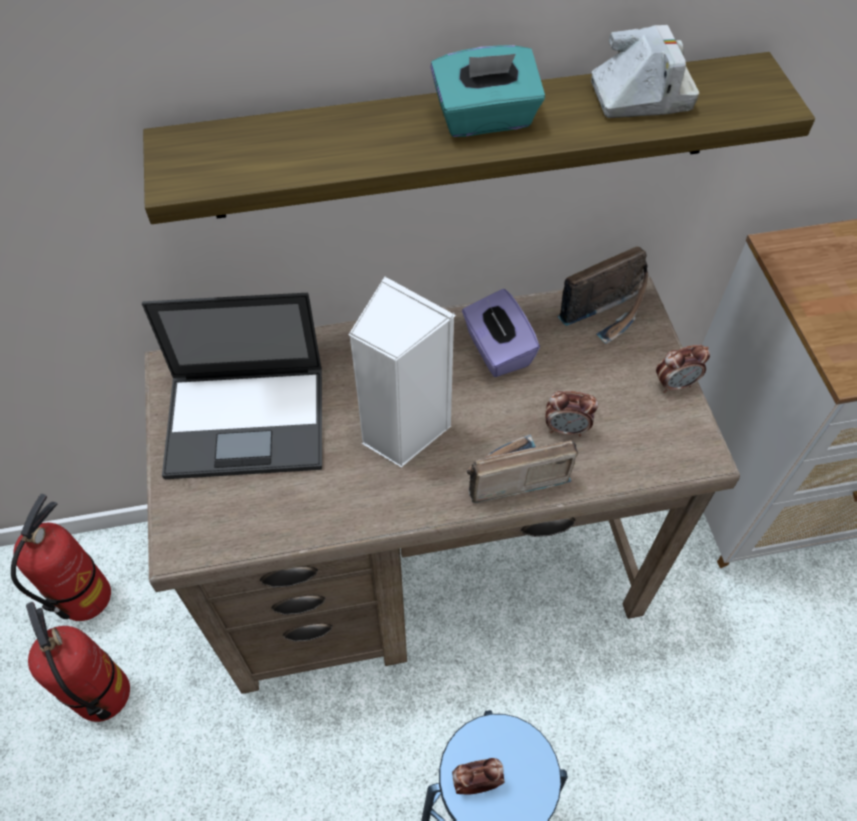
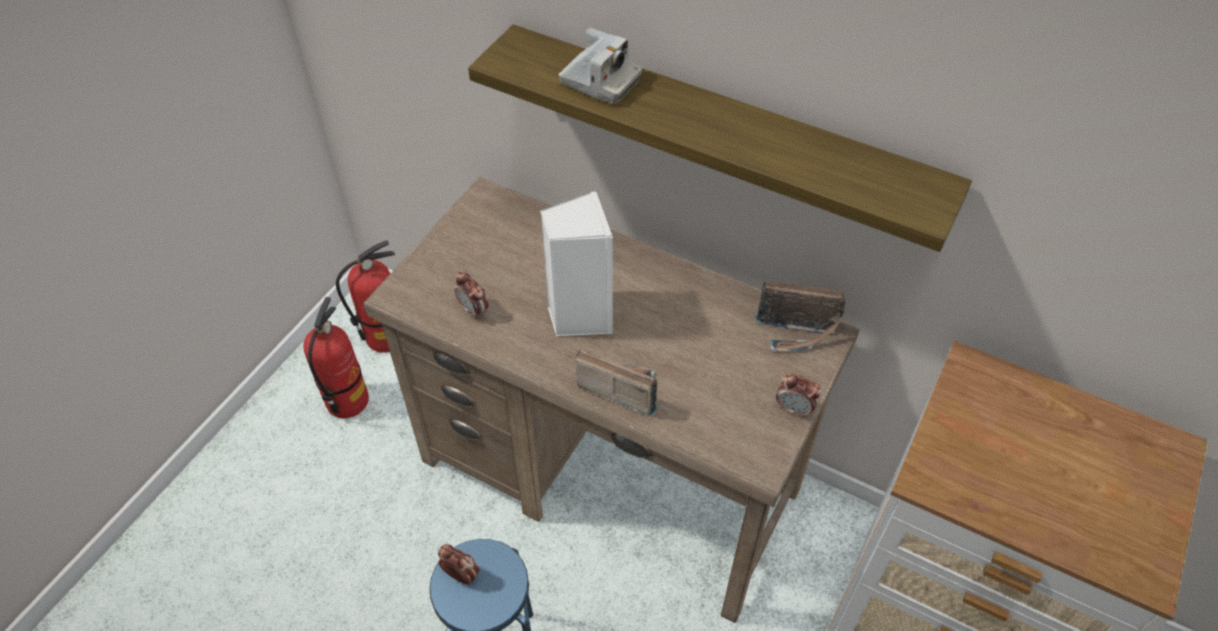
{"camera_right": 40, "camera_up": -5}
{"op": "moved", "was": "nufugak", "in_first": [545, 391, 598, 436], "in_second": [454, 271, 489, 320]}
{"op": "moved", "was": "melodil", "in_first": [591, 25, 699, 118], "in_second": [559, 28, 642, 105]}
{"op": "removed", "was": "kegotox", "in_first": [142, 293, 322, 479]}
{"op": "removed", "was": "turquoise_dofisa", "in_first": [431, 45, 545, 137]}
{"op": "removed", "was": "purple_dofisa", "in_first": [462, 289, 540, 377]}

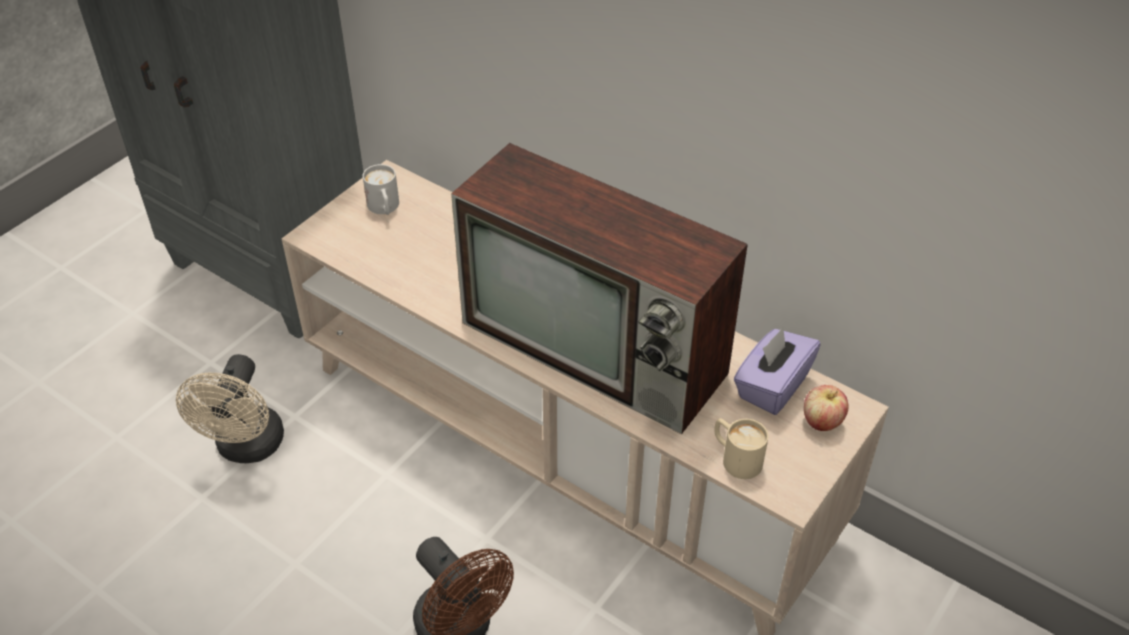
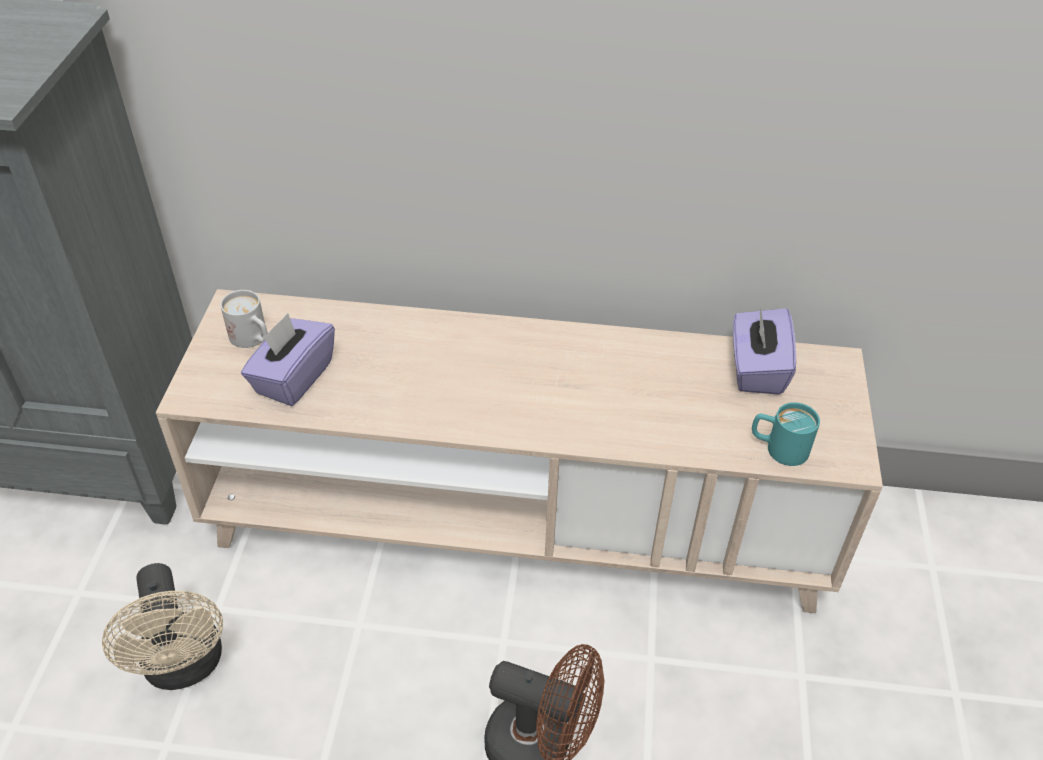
{"camera_right": -30, "camera_up": 0}
{"op": "added", "now": "purple_dofisa", "in_second": [241, 313, 335, 406]}
{"op": "recoloured", "was": "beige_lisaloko", "now": "turquoise_lisaloko", "in_first": [714, 418, 769, 479], "in_second": [752, 402, 820, 466]}
{"op": "removed", "was": "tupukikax", "in_first": [451, 143, 748, 434]}
{"op": "removed", "was": "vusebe", "in_first": [804, 385, 849, 431]}

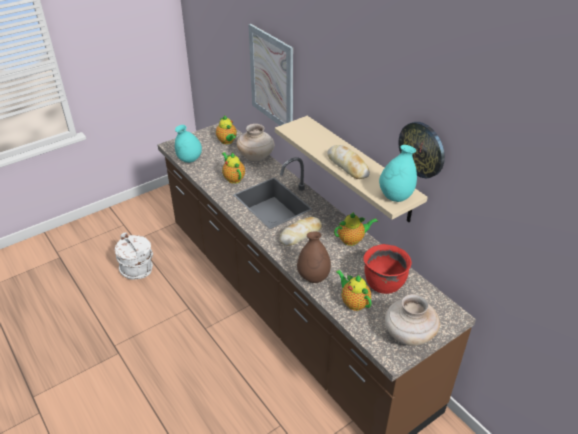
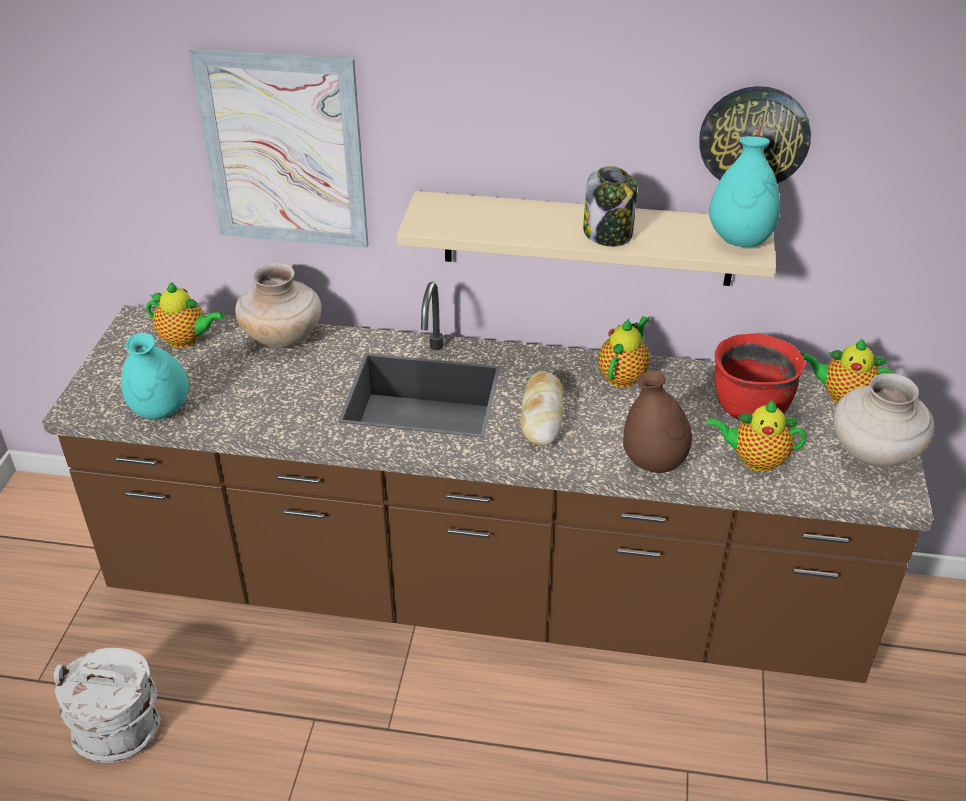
{"camera_right": -45, "camera_up": 0}
{"op": "replaced", "was": "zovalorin", "now": "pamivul", "in_first": [327, 145, 370, 179], "in_second": [583, 166, 637, 246]}
{"op": "moved", "was": "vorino", "in_first": [222, 152, 245, 184], "in_second": [801, 338, 892, 404]}

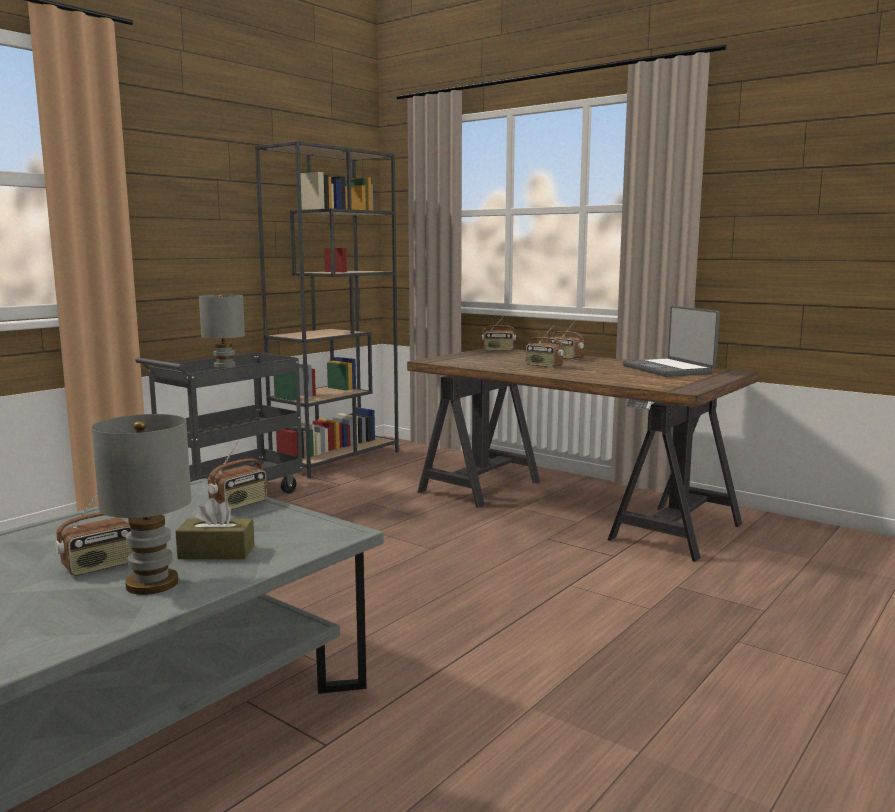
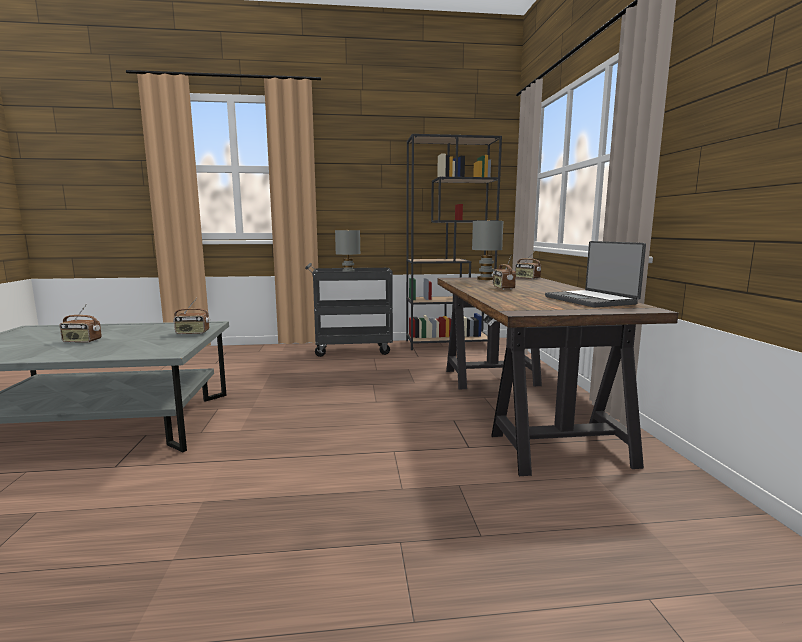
{"camera_right": 45, "camera_up": 0}
{"op": "moved", "was": "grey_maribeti", "in_first": [91, 414, 192, 595], "in_second": [472, 220, 503, 280]}
{"op": "turned", "was": "kegotox", "in_first": [623, 306, 720, 377], "in_second": [545, 241, 646, 308], "clockwise": -45}
{"op": "removed", "was": "brown_dofisa", "in_first": [175, 498, 255, 559]}
{"op": "removed", "was": "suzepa", "in_first": [550, 320, 584, 360]}

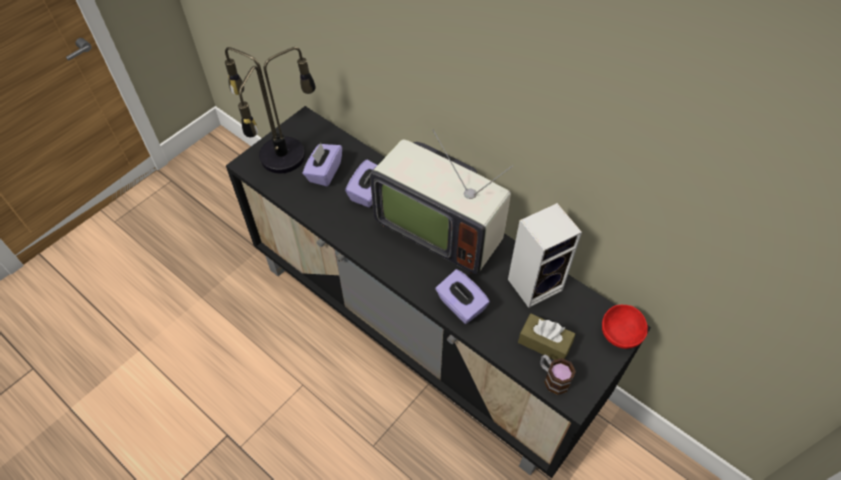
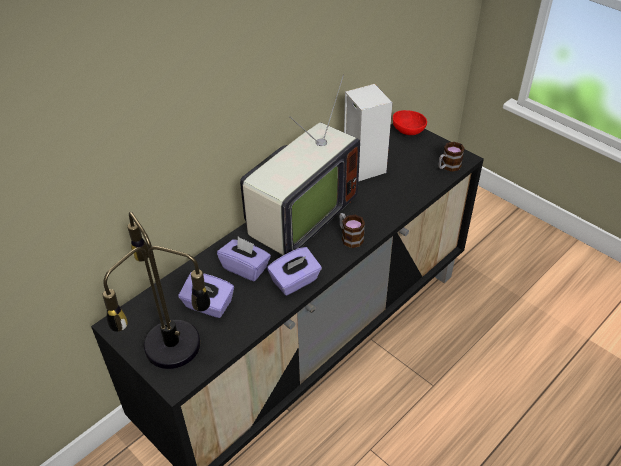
{"camera_right": -85, "camera_up": -10}
{"op": "moved", "was": "purple_dofisa", "in_first": [435, 269, 490, 324], "in_second": [267, 247, 322, 295]}
{"op": "added", "now": "lisaloko", "in_second": [339, 213, 365, 248]}
{"op": "removed", "was": "brown_dofisa", "in_first": [518, 313, 575, 360]}

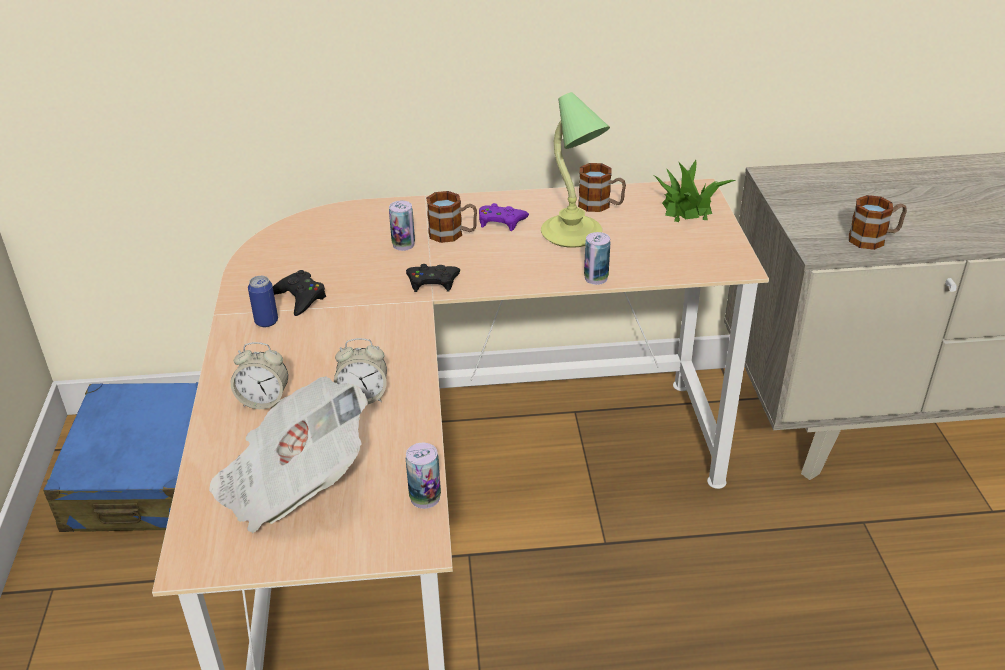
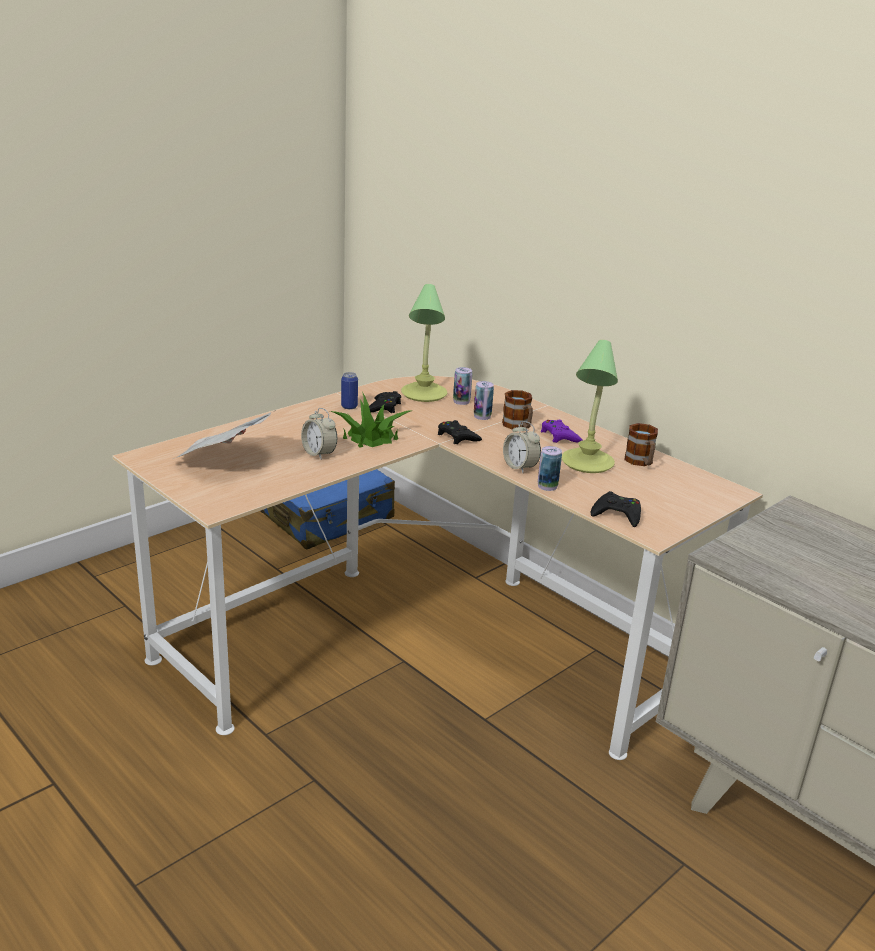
{"camera_right": 50, "camera_up": -10}
{"op": "moved", "was": "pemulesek", "in_first": [652, 160, 736, 222], "in_second": [330, 392, 413, 448]}
{"op": "added", "now": "maribeti", "in_second": [401, 284, 447, 402]}
{"op": "moved", "was": "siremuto", "in_first": [406, 443, 441, 509], "in_second": [453, 367, 472, 405]}
{"op": "moved", "was": "nufugak", "in_first": [231, 342, 288, 409], "in_second": [503, 421, 541, 473]}
{"op": "added", "now": "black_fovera", "in_second": [590, 491, 641, 527]}
{"op": "removed", "was": "lisaloko", "in_first": [849, 195, 907, 250]}

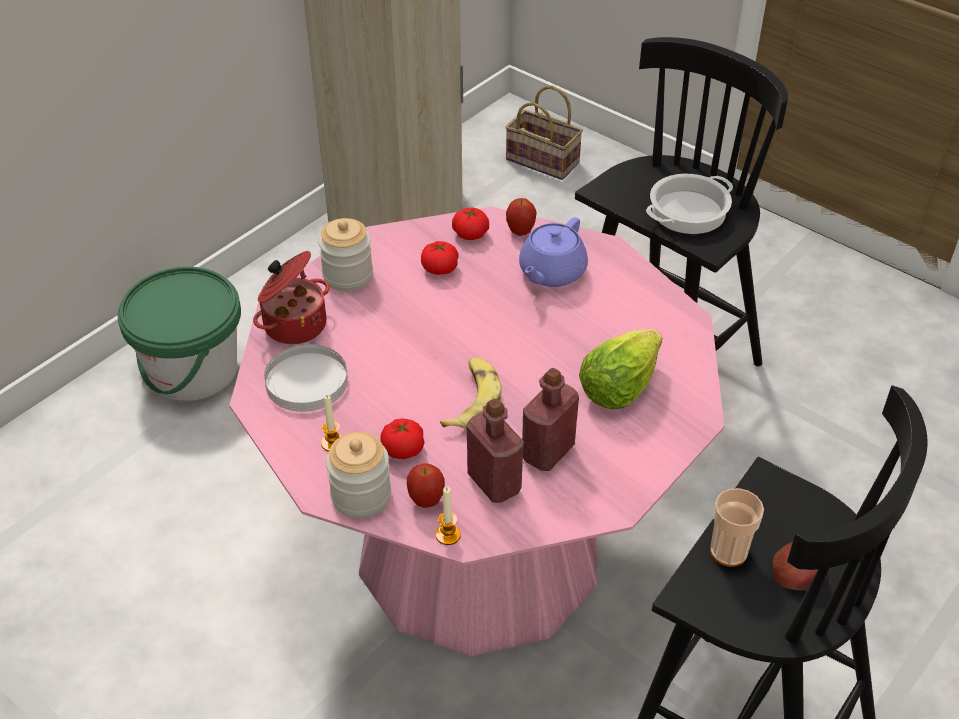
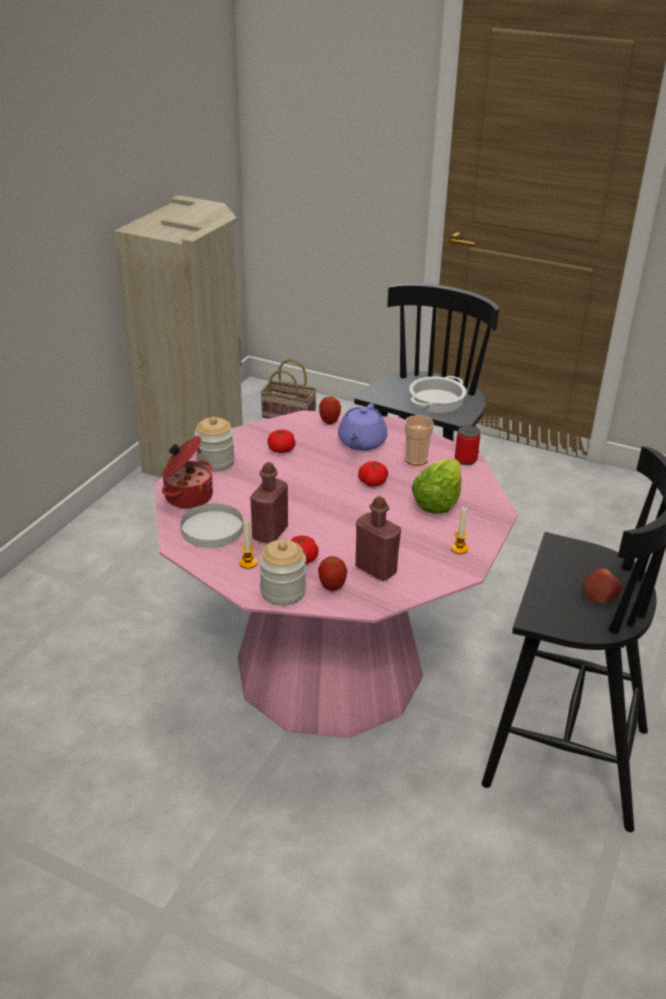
{"camera_right": -15, "camera_up": -10}
{"op": "moved", "was": "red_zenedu", "in_first": [522, 368, 579, 471], "in_second": [250, 462, 288, 543]}
{"op": "moved", "was": "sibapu", "in_first": [452, 208, 489, 240], "in_second": [358, 461, 388, 486]}
{"op": "moved", "was": "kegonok", "in_first": [710, 488, 764, 567], "in_second": [405, 415, 434, 466]}
{"op": "moved", "was": "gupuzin", "in_first": [436, 486, 461, 545], "in_second": [451, 507, 468, 554]}
{"op": "added", "now": "siremuto", "in_second": [455, 425, 480, 465]}
{"op": "removed", "was": "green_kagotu", "in_first": [118, 267, 241, 401]}
{"op": "removed", "was": "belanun", "in_first": [440, 357, 502, 429]}

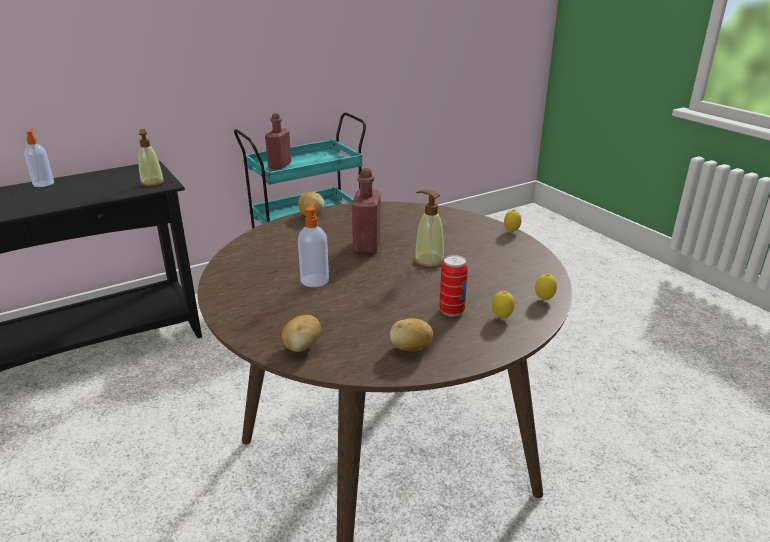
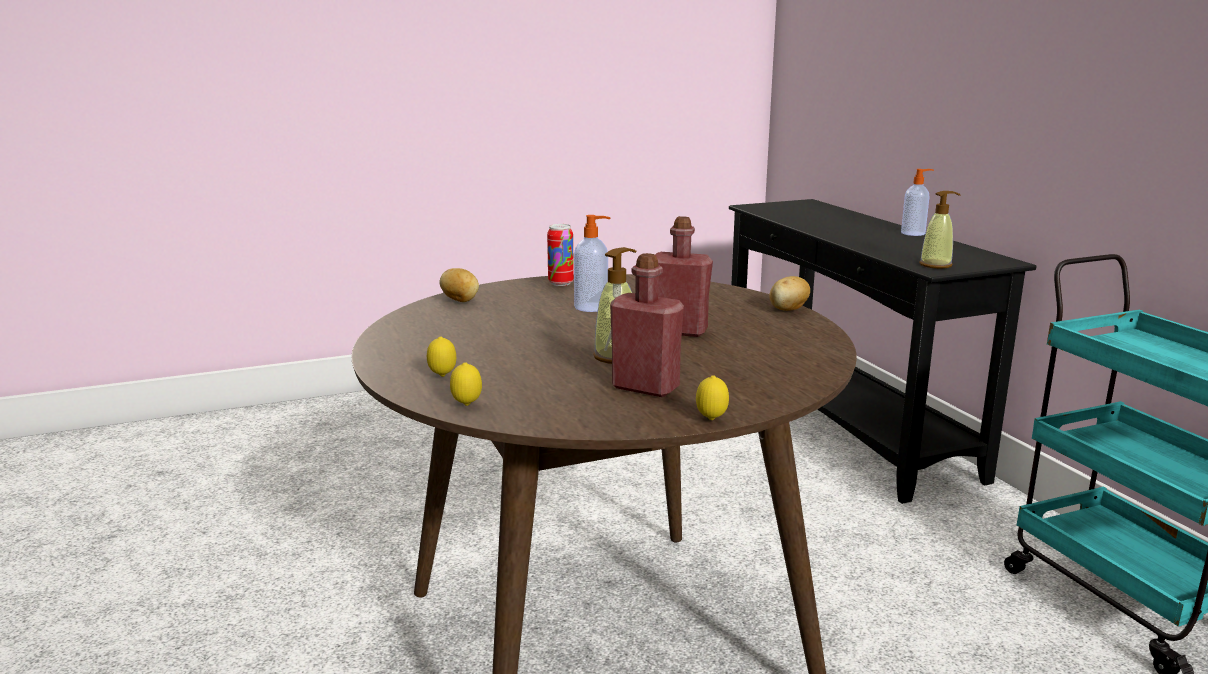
{"camera_right": 100, "camera_up": -10}
{"op": "moved", "was": "siremuto", "in_first": [439, 255, 468, 316], "in_second": [547, 224, 574, 286]}
{"op": "moved", "was": "red_zenedu", "in_first": [265, 113, 291, 170], "in_second": [610, 253, 684, 397]}
{"op": "removed", "was": "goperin", "in_first": [390, 318, 433, 351]}

